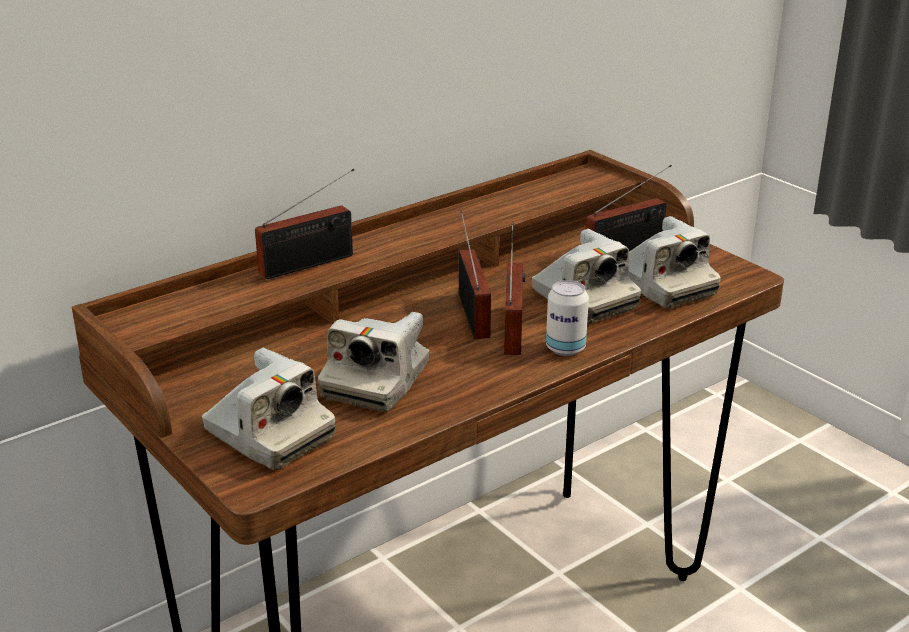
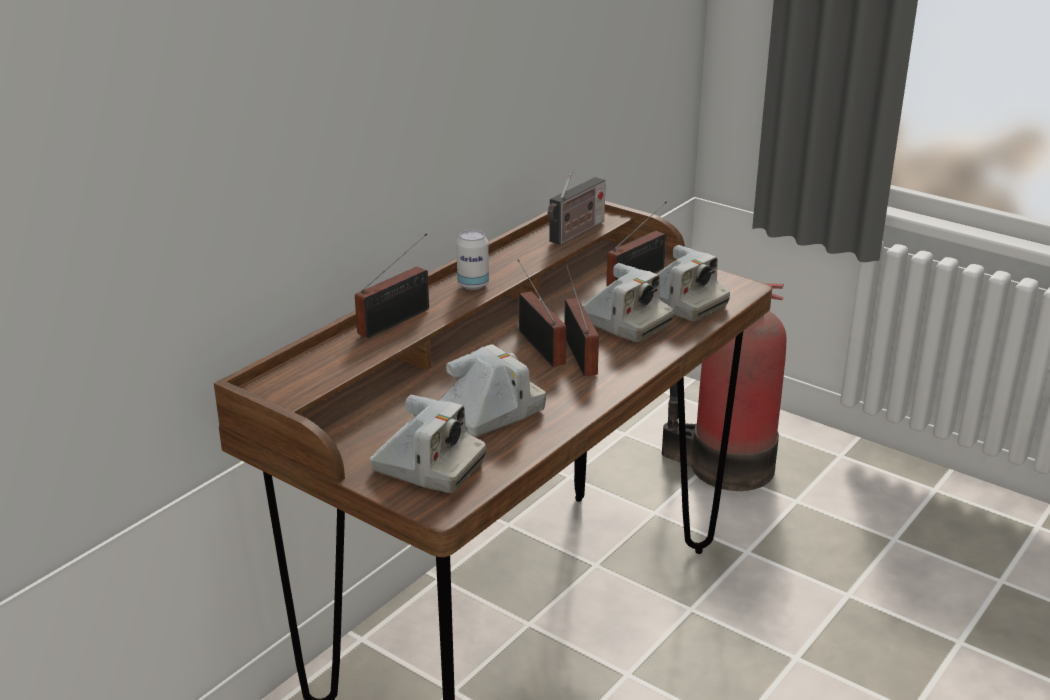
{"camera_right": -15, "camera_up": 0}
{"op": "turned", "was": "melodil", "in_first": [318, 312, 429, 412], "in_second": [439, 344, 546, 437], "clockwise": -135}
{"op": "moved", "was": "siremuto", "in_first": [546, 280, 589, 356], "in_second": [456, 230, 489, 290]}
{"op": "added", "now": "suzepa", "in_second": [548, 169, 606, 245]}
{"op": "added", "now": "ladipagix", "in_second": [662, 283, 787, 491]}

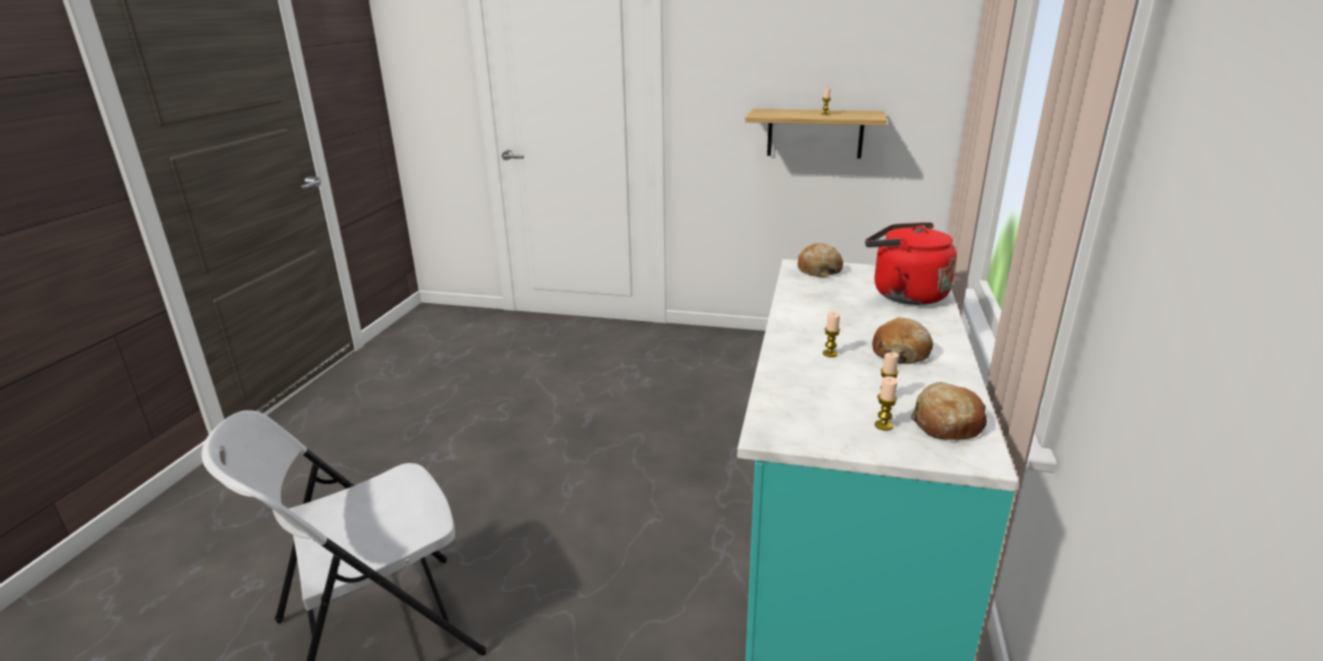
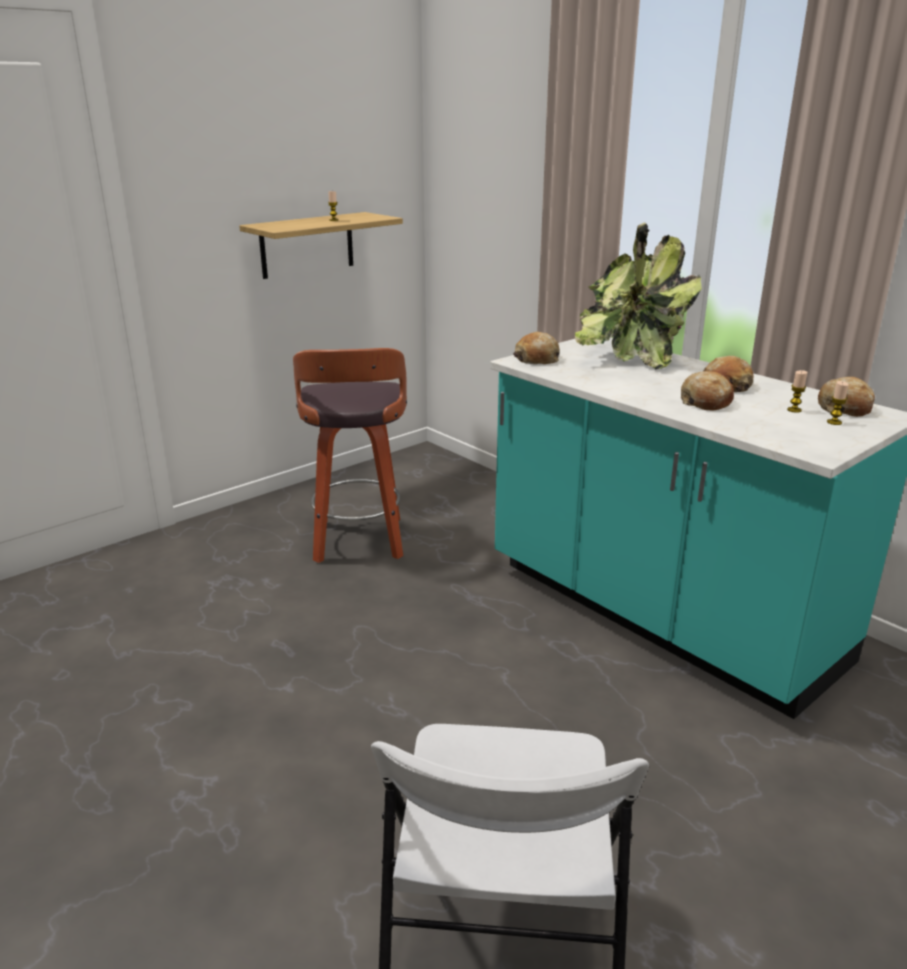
{"camera_right": -55, "camera_up": 0}
{"op": "added", "now": "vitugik", "in_second": [293, 348, 407, 563]}
{"op": "replaced", "was": "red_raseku", "now": "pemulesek", "in_first": [865, 222, 957, 305], "in_second": [575, 223, 701, 369]}
{"op": "replaced", "was": "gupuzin", "now": "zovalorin", "in_first": [823, 311, 840, 357], "in_second": [681, 371, 734, 410]}

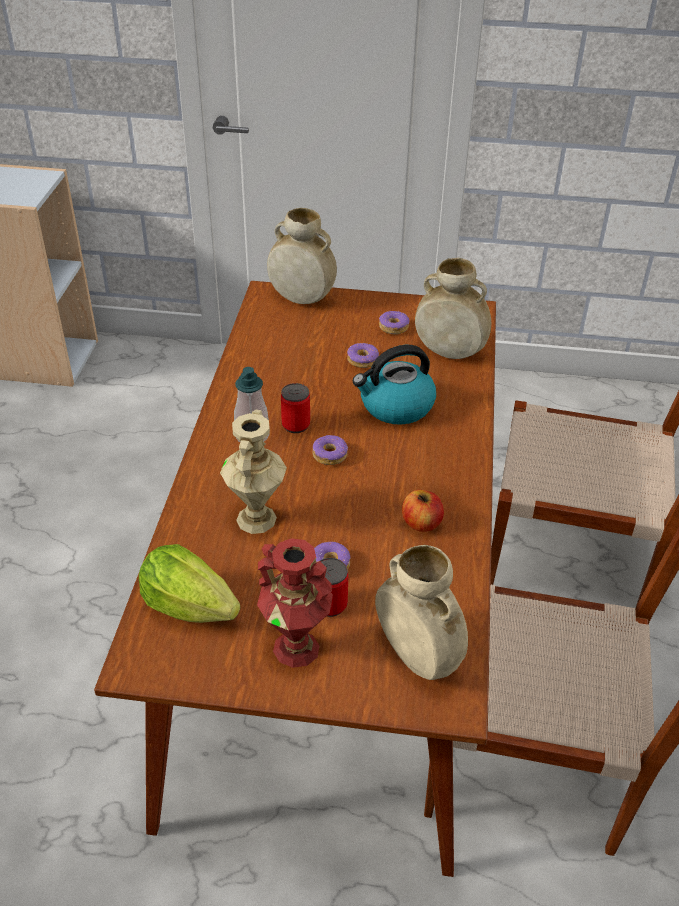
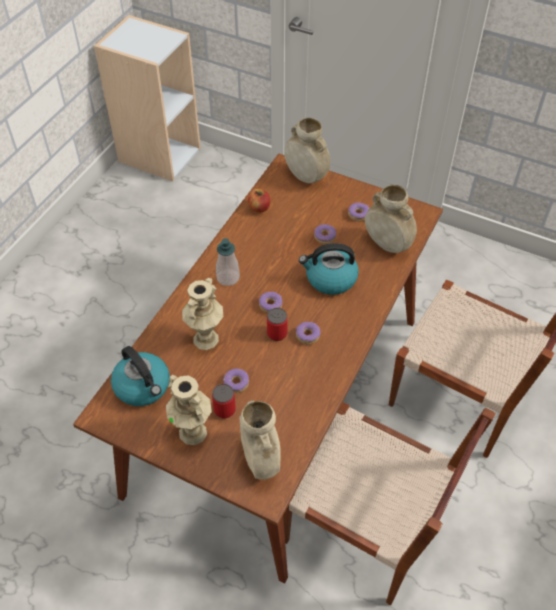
{"camera_right": 20, "camera_up": 10}
{"op": "replaced", "was": "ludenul", "now": "raseku", "in_first": [139, 544, 240, 623], "in_second": [111, 346, 170, 406]}
{"op": "recoloured", "was": "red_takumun", "now": "beige_takumun", "in_first": [257, 538, 333, 668], "in_second": [166, 375, 212, 445]}
{"op": "moved", "was": "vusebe", "in_first": [402, 490, 444, 532], "in_second": [248, 188, 270, 213]}
{"op": "moved", "was": "siremuto", "in_first": [281, 383, 310, 433], "in_second": [267, 308, 288, 341]}
{"op": "added", "now": "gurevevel", "in_second": [296, 322, 321, 345]}

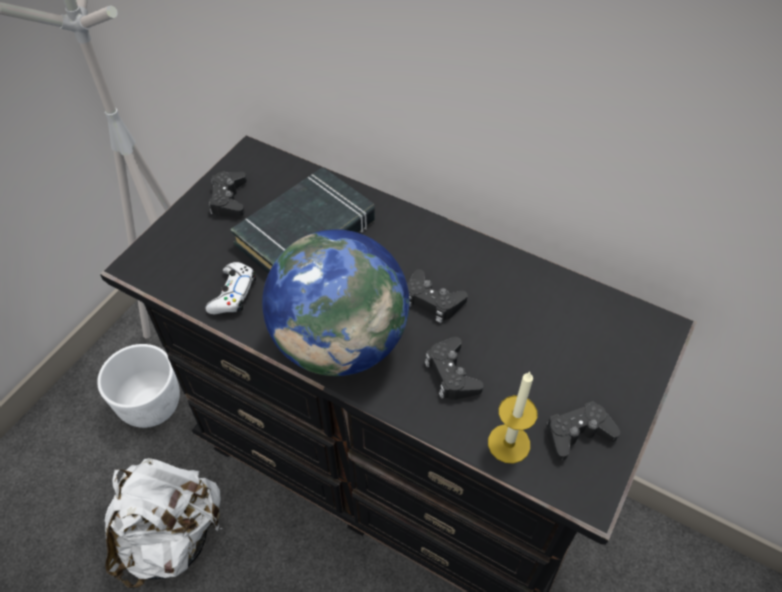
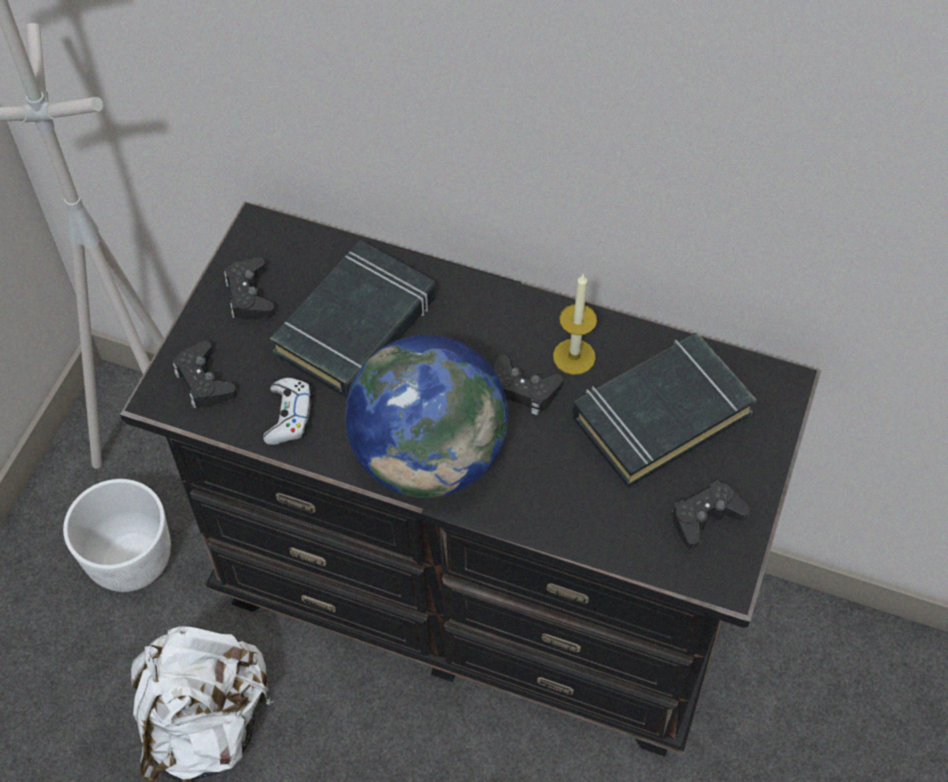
{"camera_right": -10, "camera_up": 5}
{"op": "moved", "was": "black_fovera", "in_first": [425, 337, 483, 400], "in_second": [173, 341, 237, 408]}
{"op": "moved", "was": "gupuzin", "in_first": [488, 372, 537, 464], "in_second": [553, 273, 597, 375]}
{"op": "added", "now": "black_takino", "in_second": [572, 333, 756, 488]}

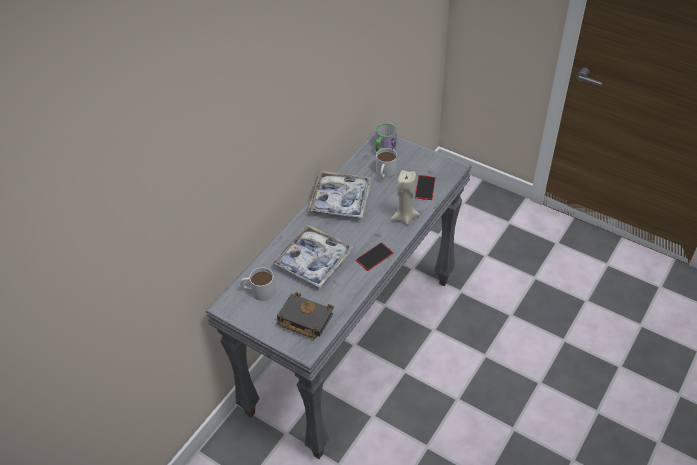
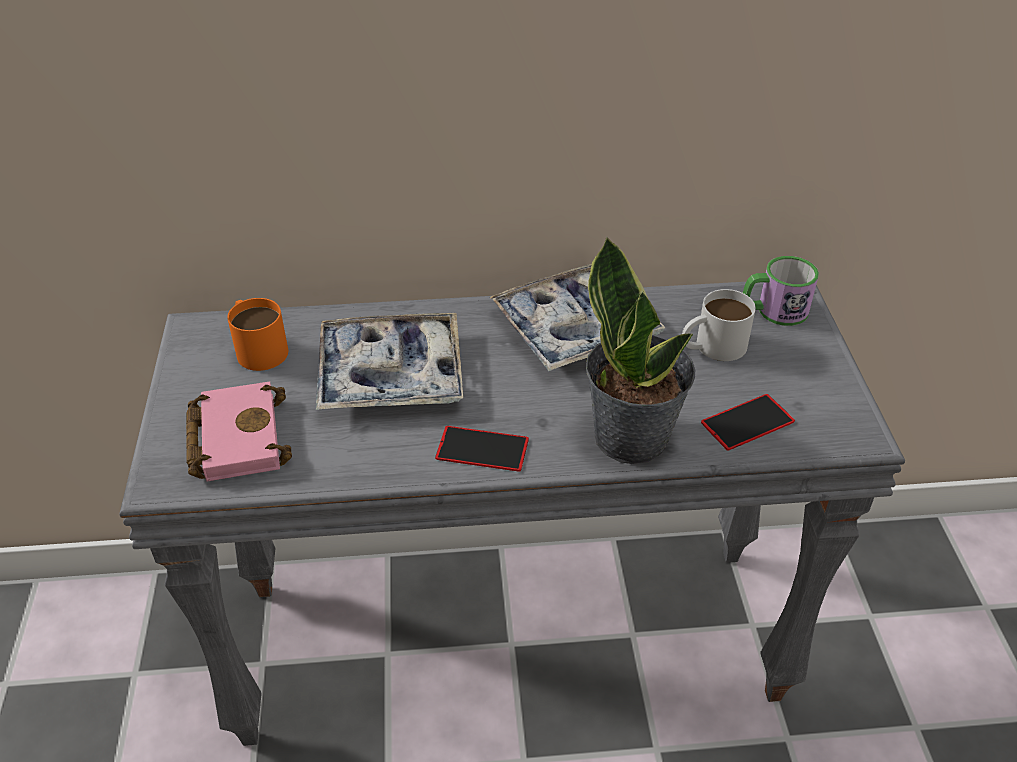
{"camera_right": 50, "camera_up": -5}
{"op": "recoloured", "was": "black_takino", "now": "pink_takino", "in_first": [276, 292, 334, 339], "in_second": [186, 381, 292, 481]}
{"op": "recoloured", "was": "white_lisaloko", "now": "orange_lisaloko", "in_first": [240, 268, 276, 301], "in_second": [227, 298, 288, 371]}
{"op": "replaced", "was": "beige_gupuzin", "now": "pemulesek", "in_first": [391, 170, 420, 225], "in_second": [586, 236, 695, 464]}

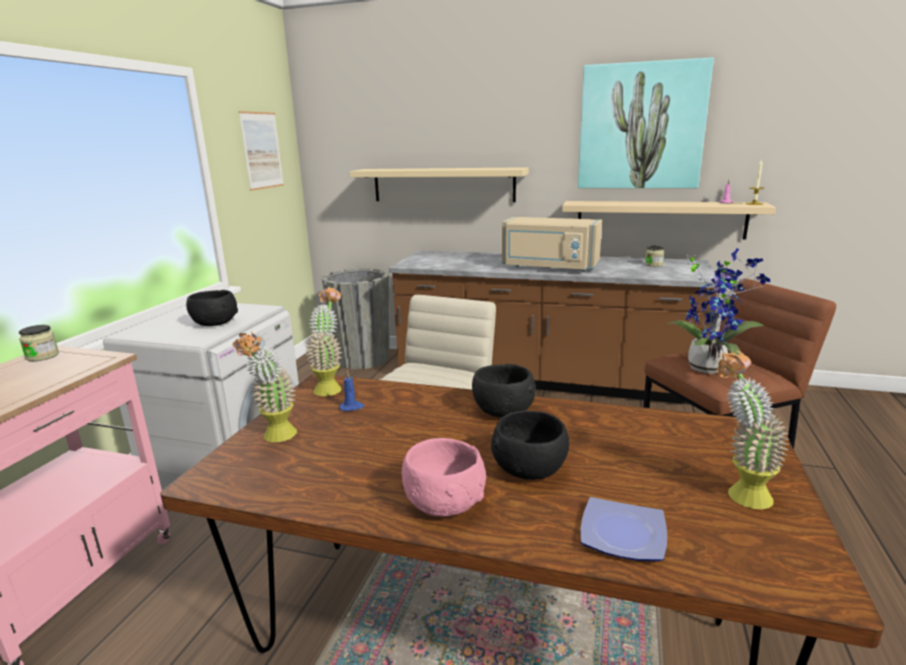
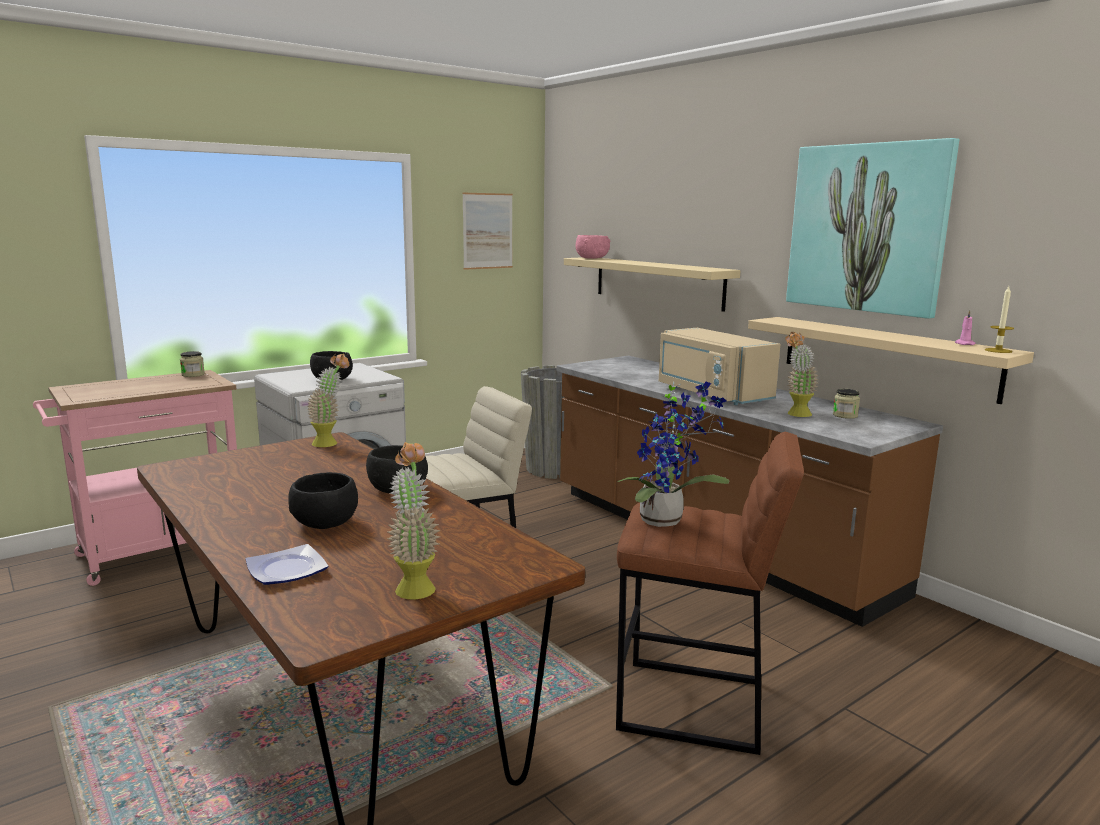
{"camera_right": 35, "camera_up": -5}
{"op": "moved", "was": "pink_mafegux", "in_first": [402, 438, 486, 517], "in_second": [575, 235, 610, 259]}
{"op": "moved", "was": "pemulesek", "in_first": [233, 331, 297, 442], "in_second": [785, 332, 819, 417]}
{"op": "removed", "was": "blue_gupuzin", "in_first": [339, 371, 365, 411]}

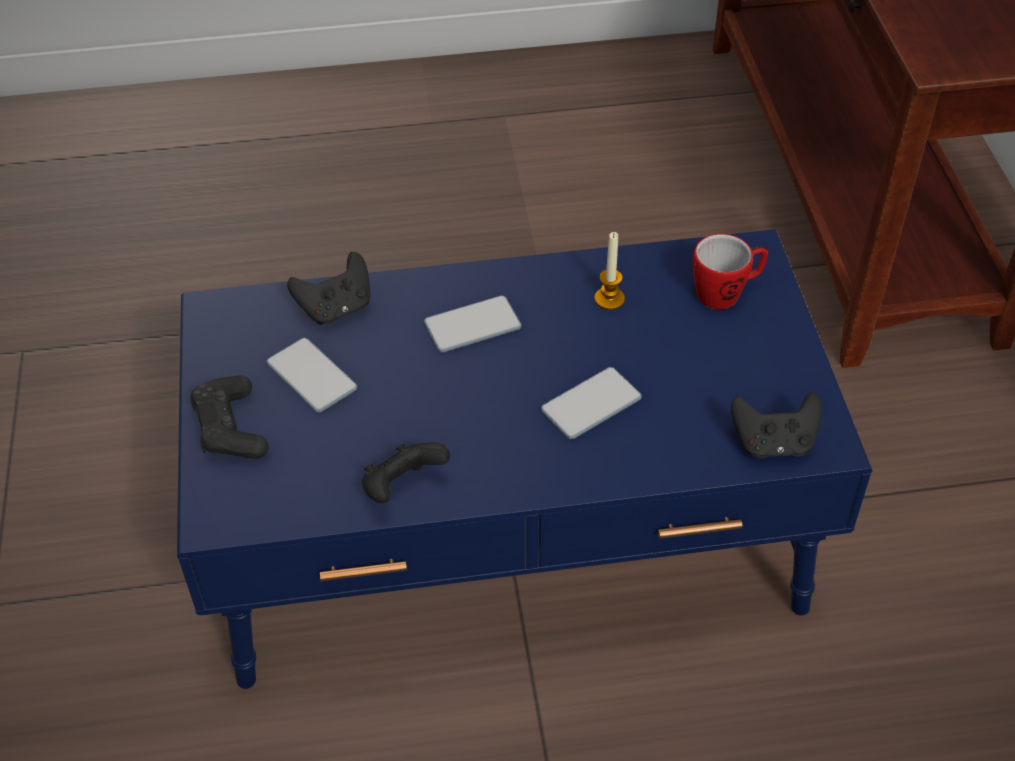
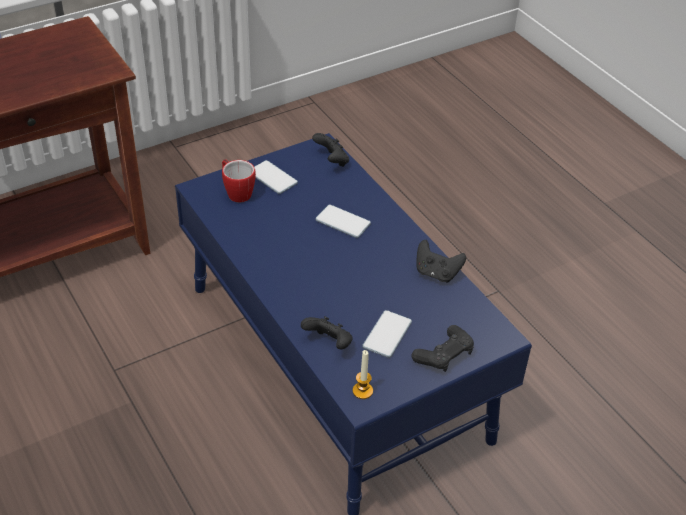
{"camera_right": -115, "camera_up": -5}
{"op": "moved", "was": "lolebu", "in_first": [424, 296, 521, 353], "in_second": [254, 160, 298, 194]}
{"op": "moved", "was": "gupuzin", "in_first": [595, 232, 625, 310], "in_second": [353, 350, 373, 399]}

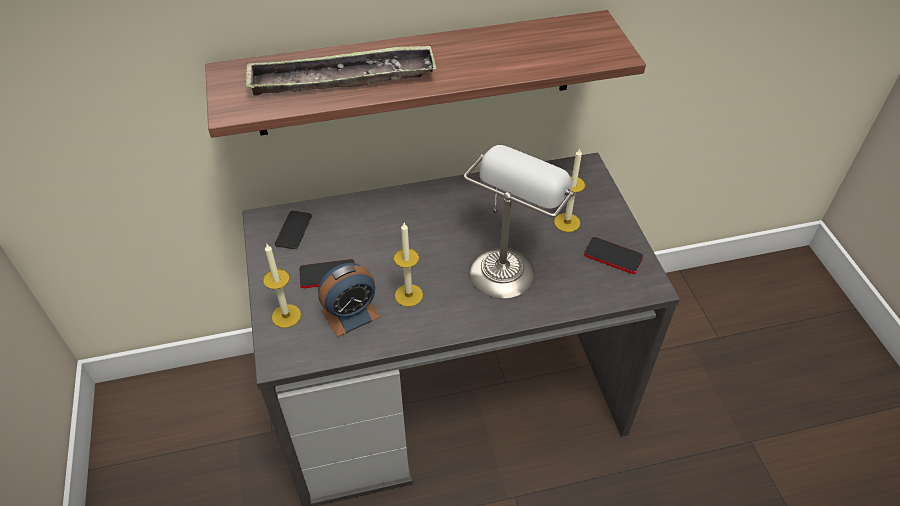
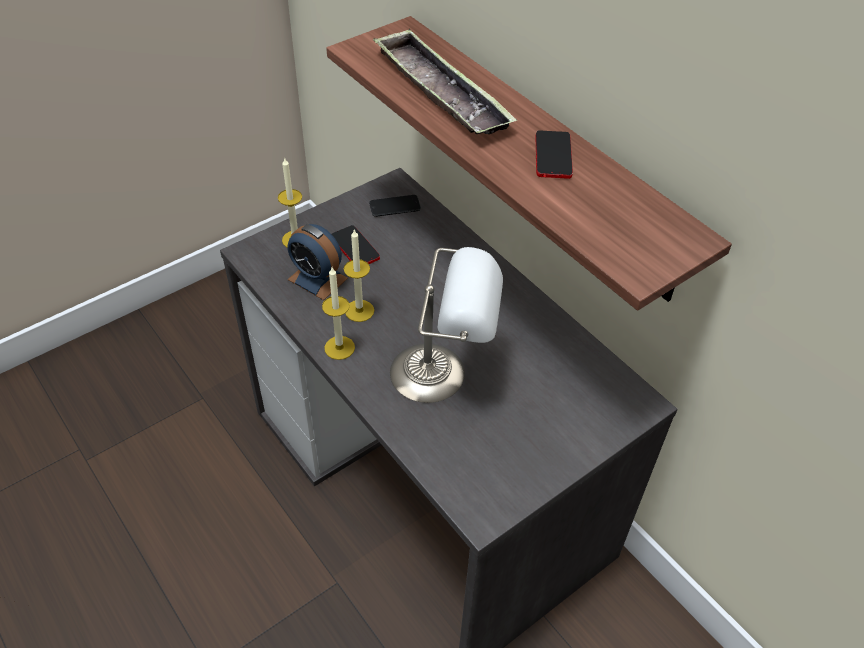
{"camera_right": 65, "camera_up": 0}
{"op": "moved", "was": "gupuzin", "in_first": [554, 149, 586, 232], "in_second": [322, 267, 355, 360]}
{"op": "moved", "was": "lolebu", "in_first": [584, 237, 644, 274], "in_second": [536, 130, 573, 179]}

